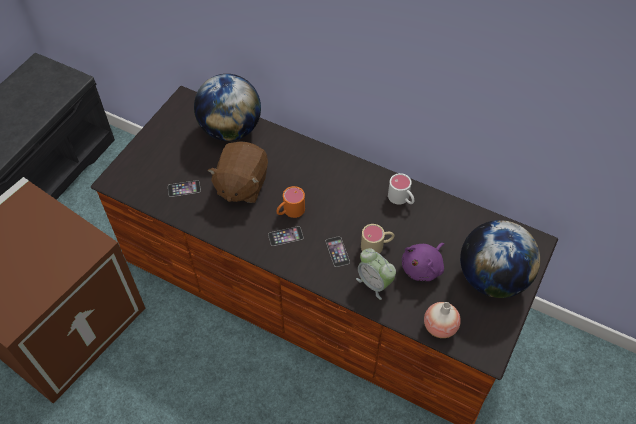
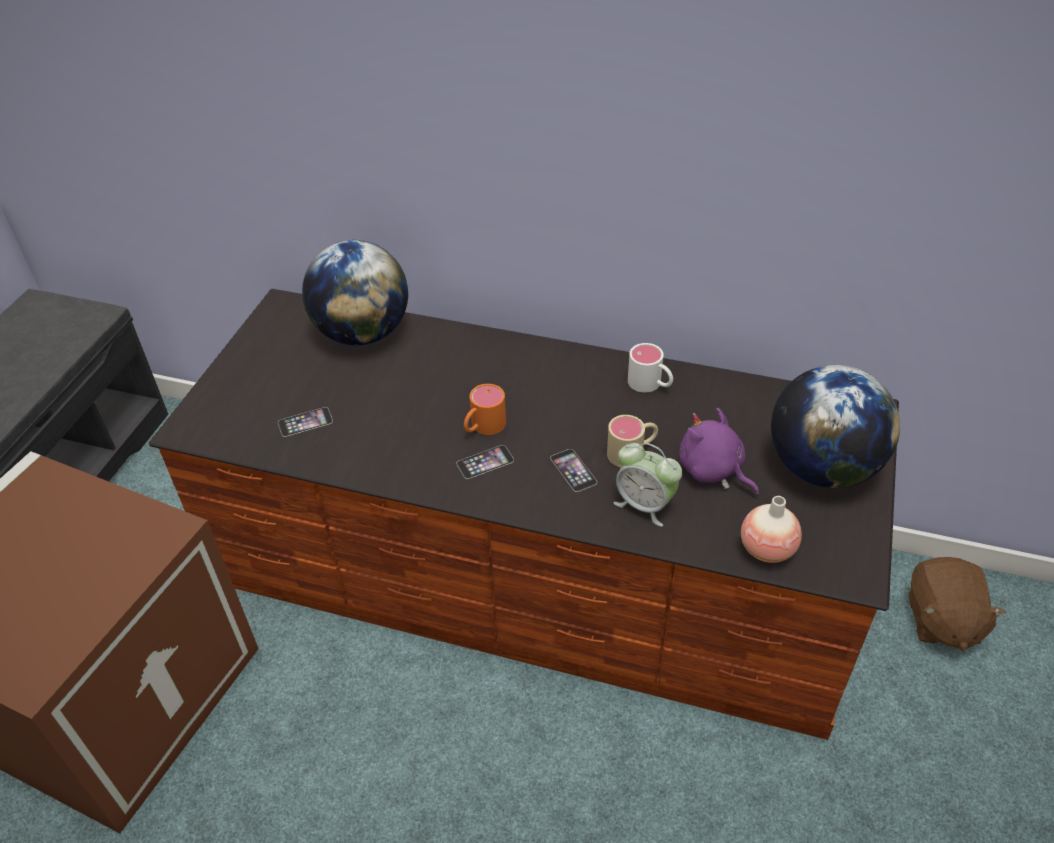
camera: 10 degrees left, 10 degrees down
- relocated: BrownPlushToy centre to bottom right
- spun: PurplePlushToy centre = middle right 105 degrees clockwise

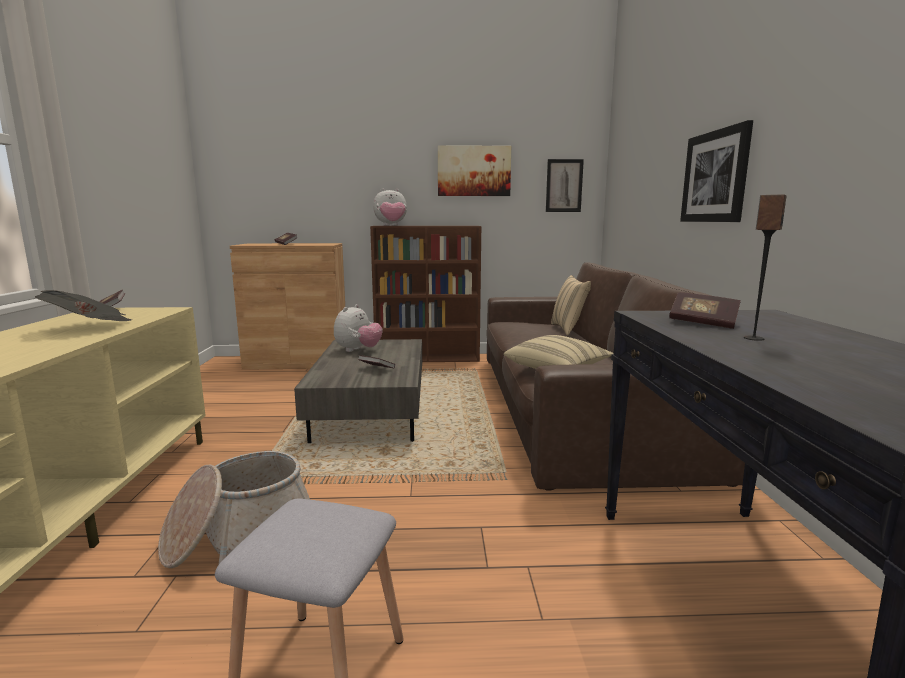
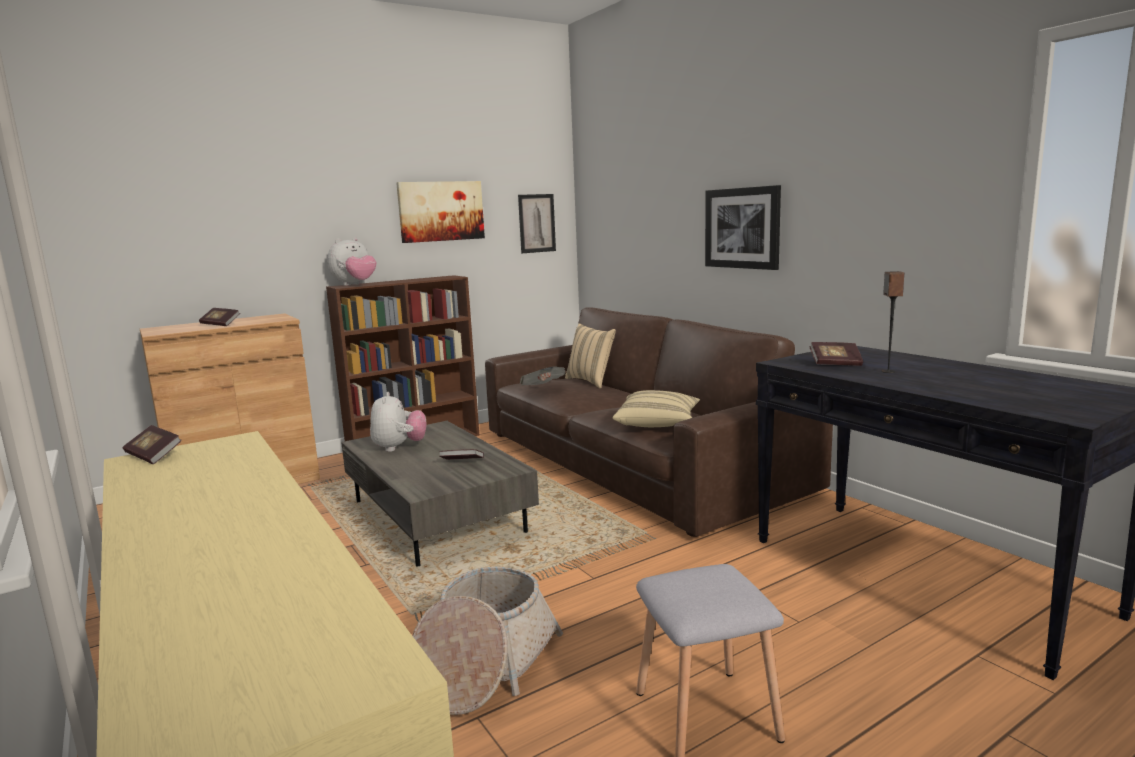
camera: 30 degrees left, 0 degrees up
- relocated: Newspaper middle left to centre

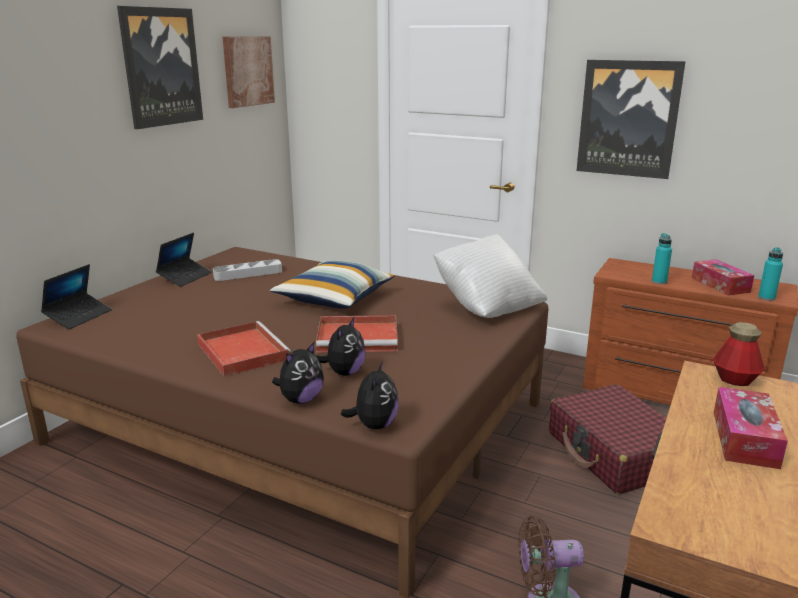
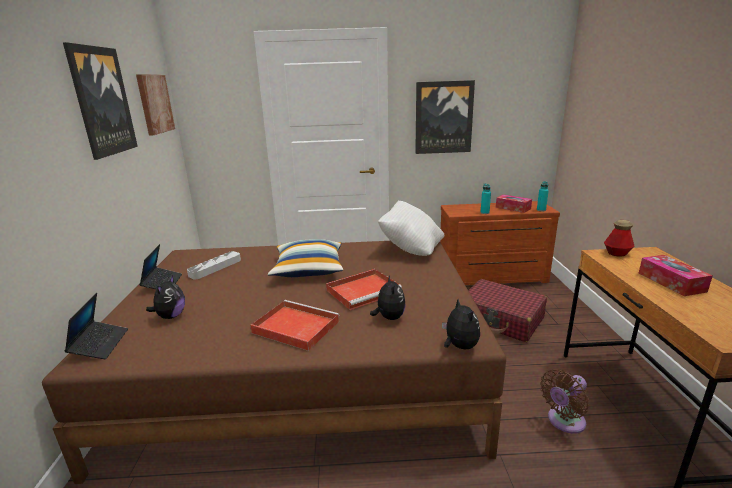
camera: 30 degrees left, 0 degrees up
- relocated: PlushToy (no. 1 from left) centre to middle left

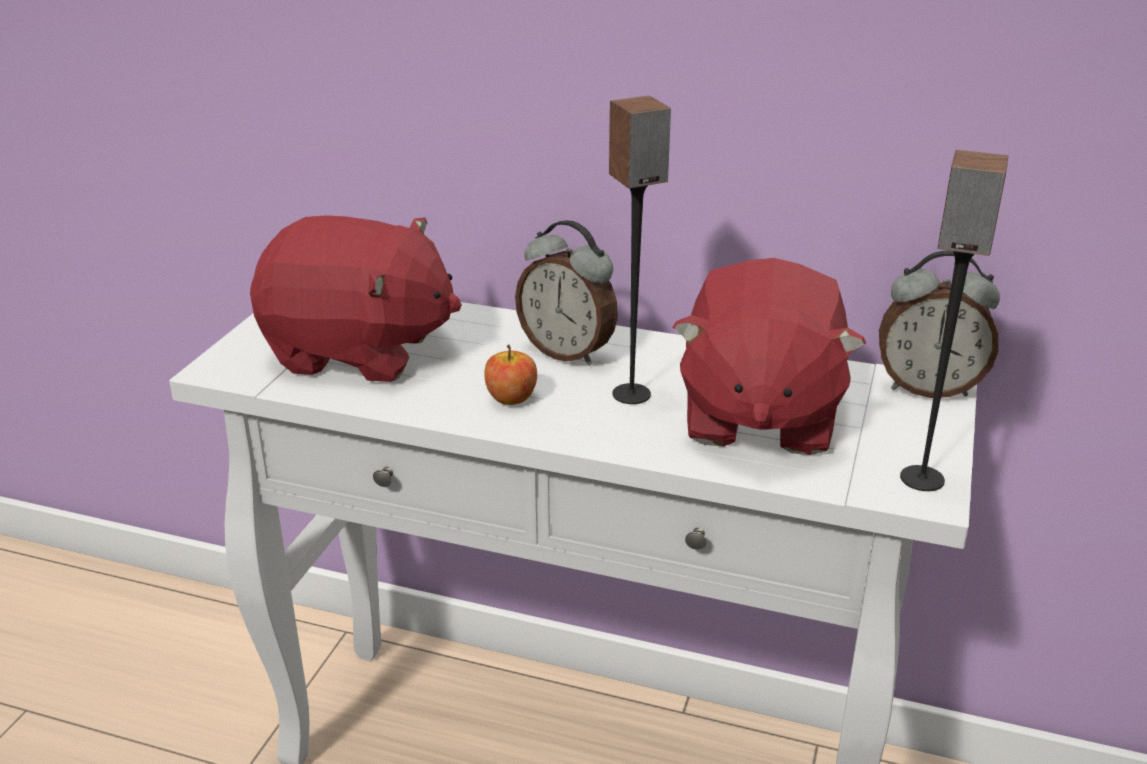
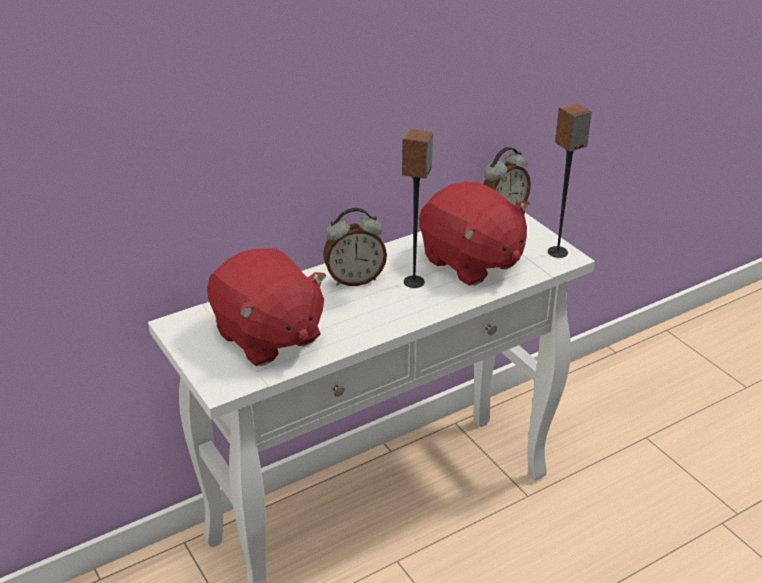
camera: 50 degrees left, 5 degrees up
- missing: Apple centre
- spun: RedPlushToy (no. 1 from left) middle left = centre 90 degrees clockwise

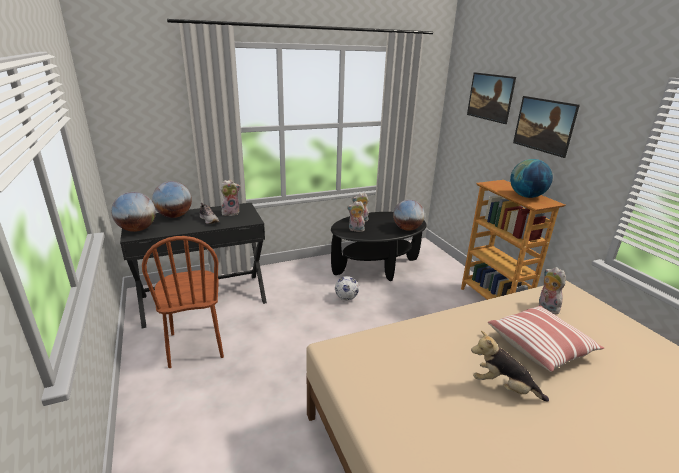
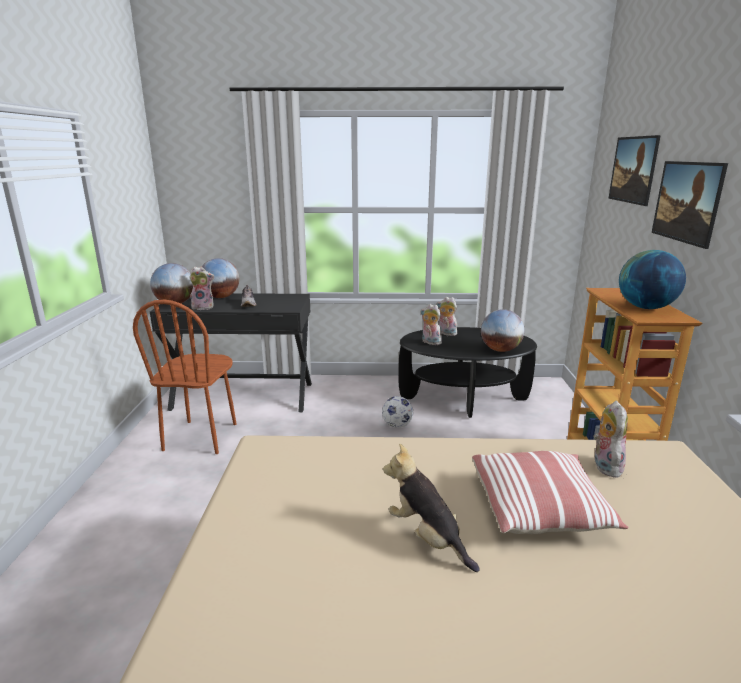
camera: 25 degrees right, 5 degrees down
- relocated: PlushToy (no. 1 from left) centre to middle left

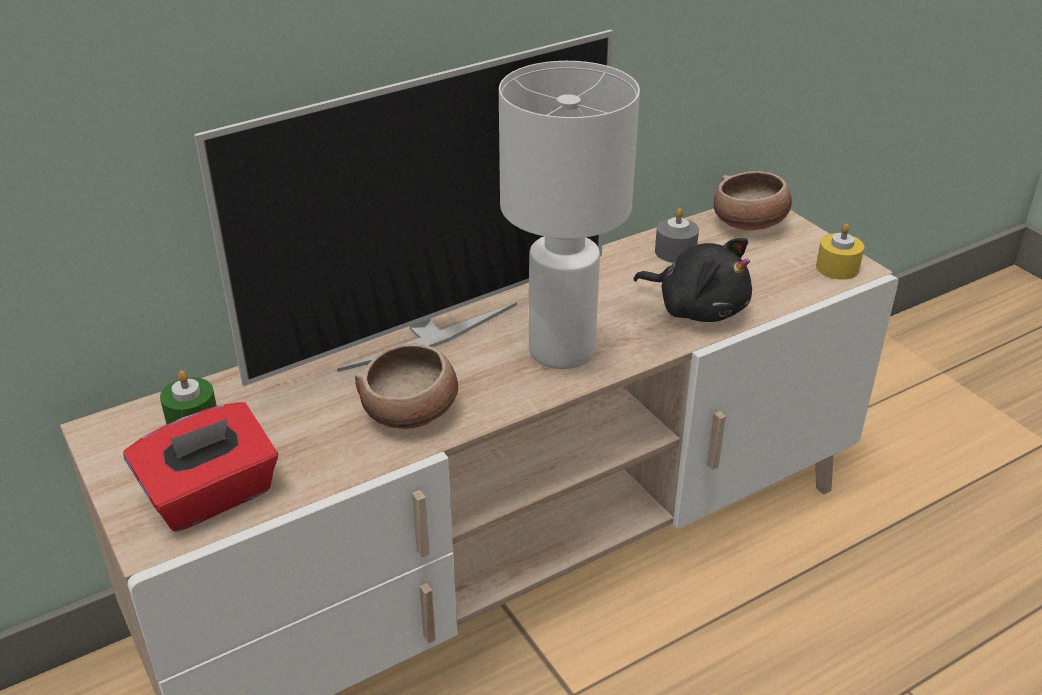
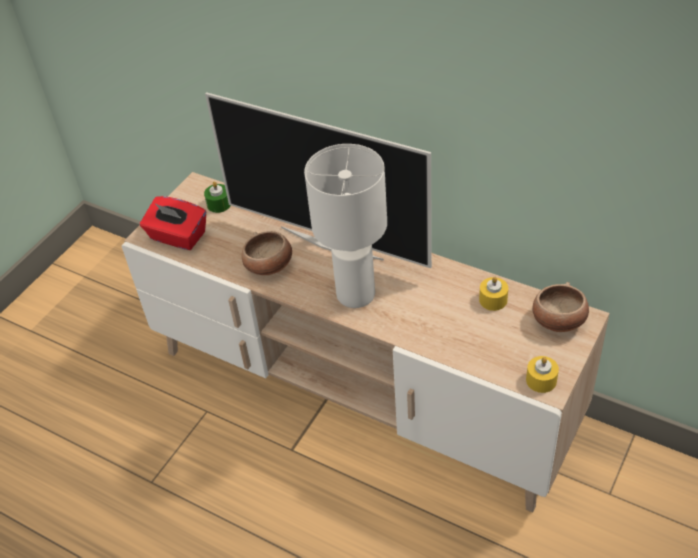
camera: 65 degrees right, 10 degrees up
- missing: BlackPlushToy centre
- colour: GreyCandle centre to YellowCandle (no. 1 from left) middle right

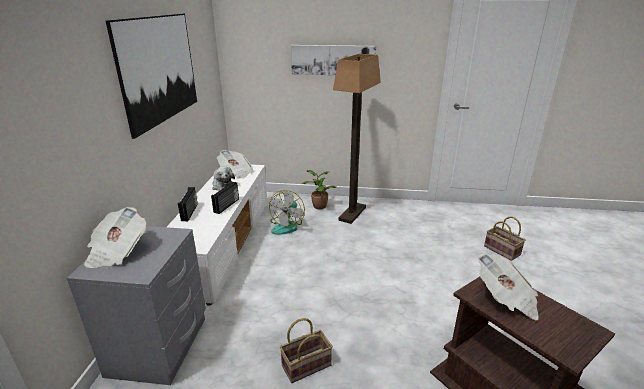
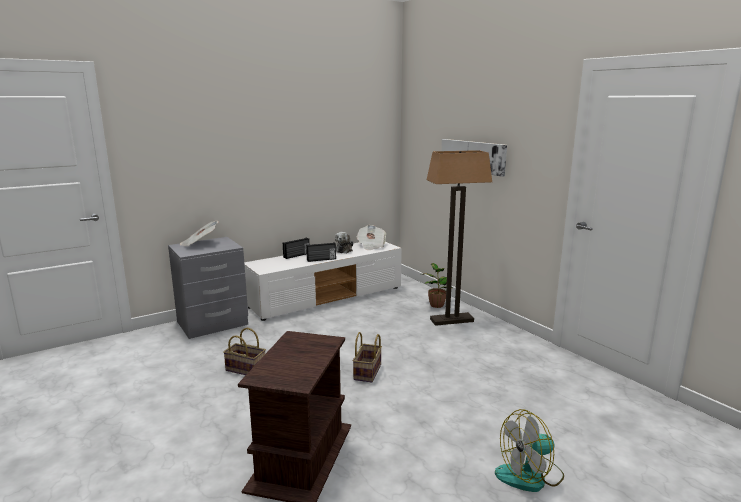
camera: 50 degrees right, 10 degrees down
- missing: Picture (no. 1 from left) top left
- missing: Newspaper (no. 3 from left) bottom right
- relocated: Fan centre to bottom right
- relocated: Basket (no. 2 from left) middle right to bottom centre

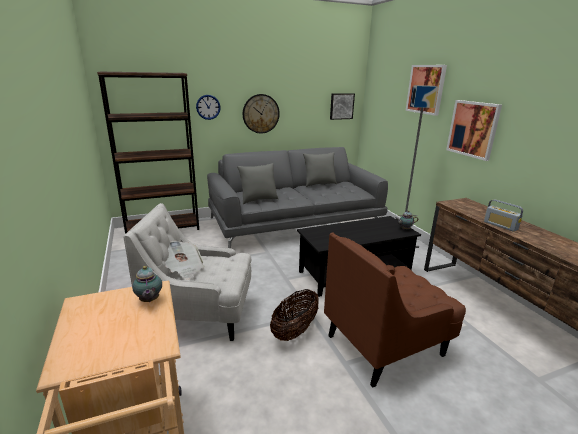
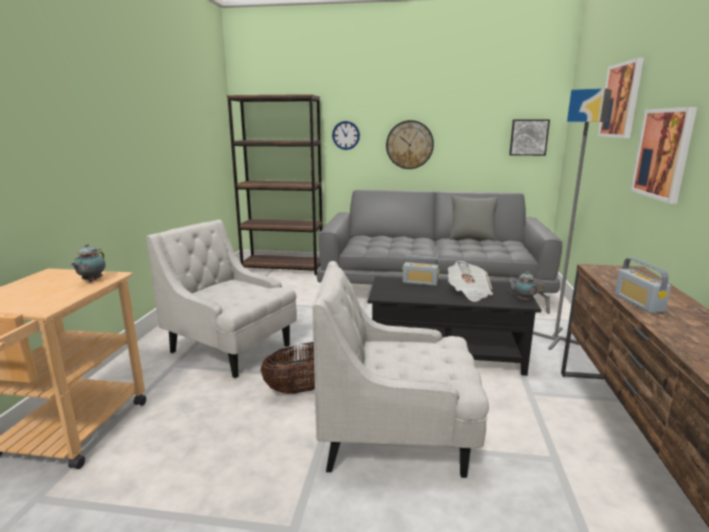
camera: 30 degrees right, 5 degrees down
- missing: GreyPillow (no. 1 from left) centre
- appeared: Radio (no. 1 from left) centre
- relocated: Newspaper middle left to centre
- colour: BrownArmchair bottom right to WhiteArmchair (no. 2 from left) bottom centre

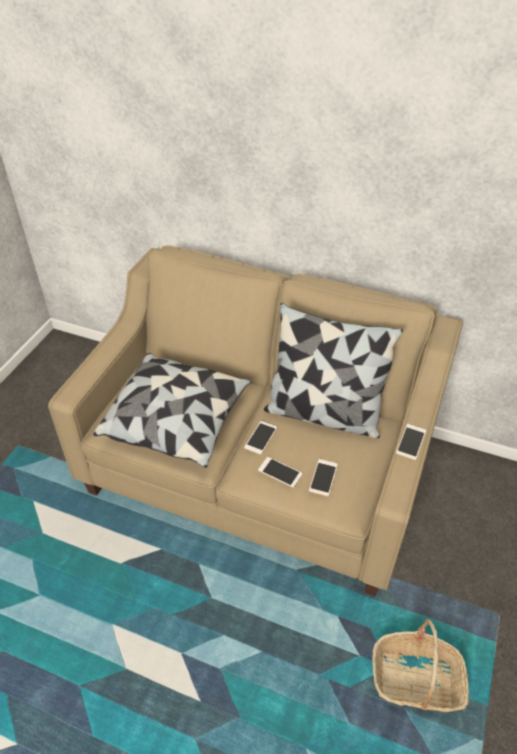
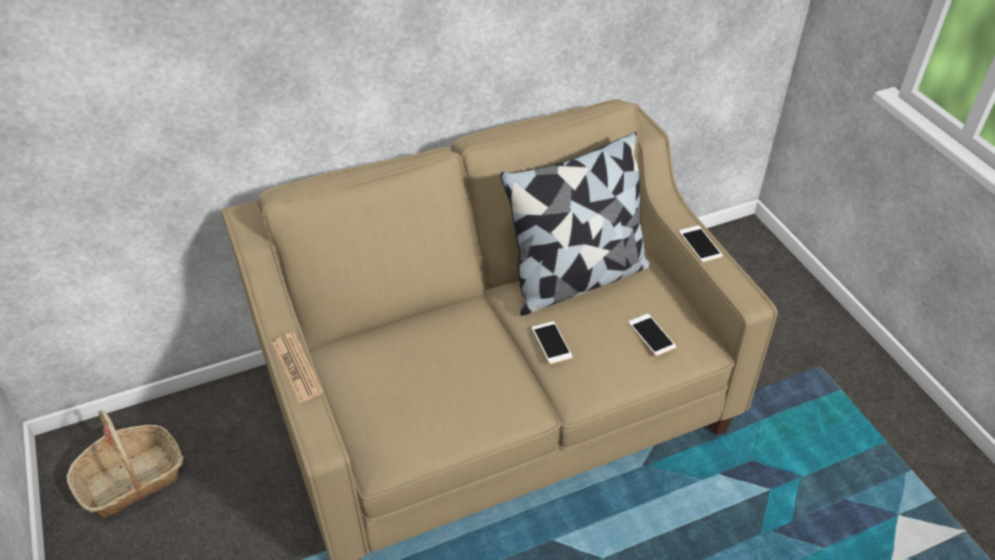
camera: 45 degrees left, 0 degrees up
- missing: Pillow (no. 1 from left) middle left
- missing: Phone (no. 2 from left) centre
- appeared: Newspaper middle left
- relocated: Basket bottom right to bottom left

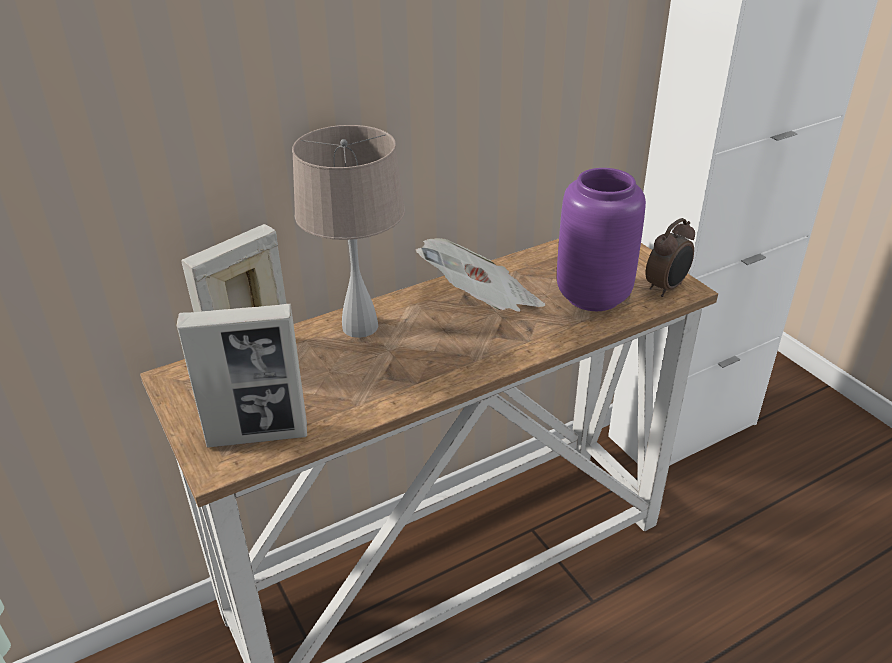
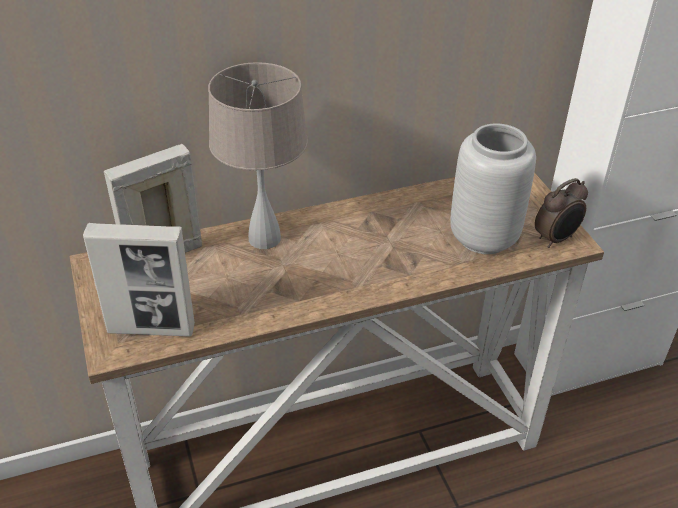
camera: 10 degrees right, 5 degrees up
- missing: Newspaper centre
- colour: PurpleVase middle right to GreyVase middle right

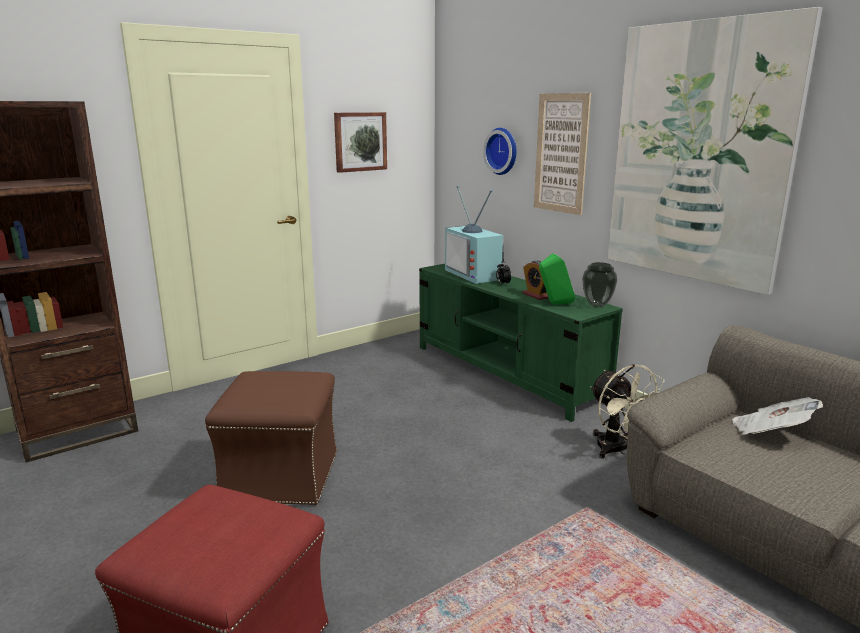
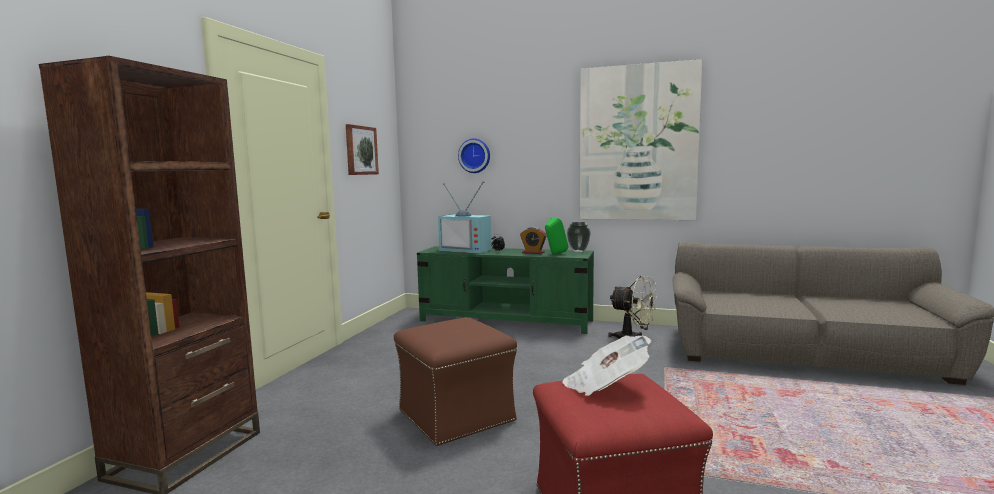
camera: 35 degrees left, 10 degrees down
- missing: Picture (no. 2 from left) top centre
- relocated: Newspaper middle right to bottom centre

